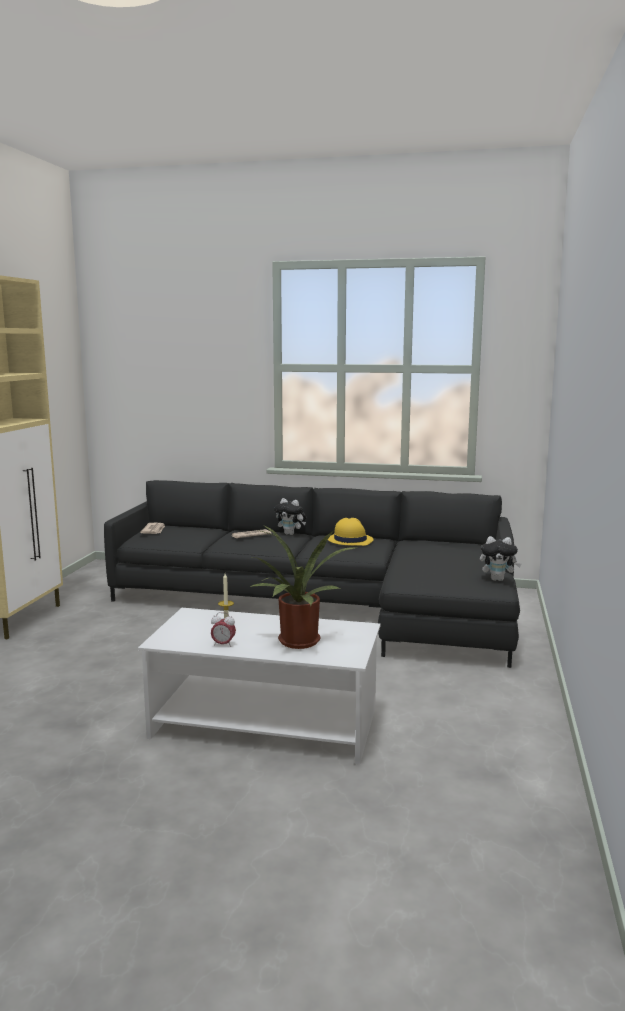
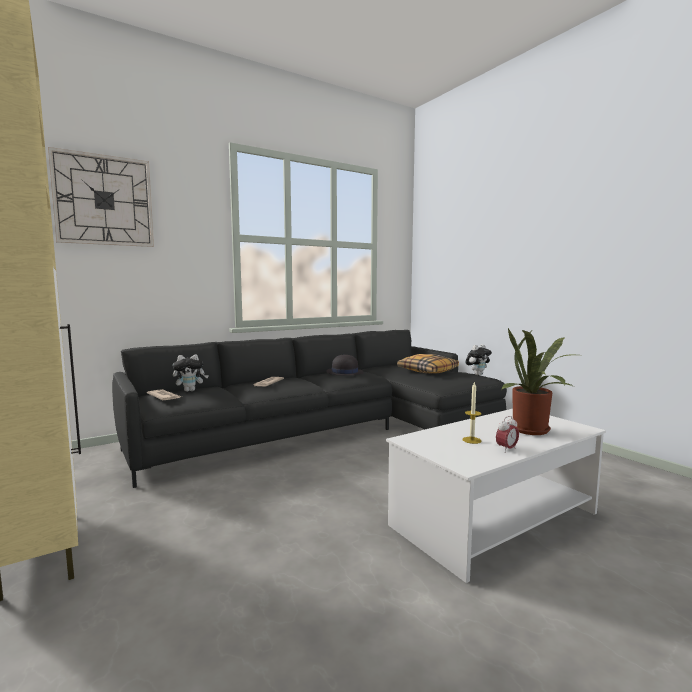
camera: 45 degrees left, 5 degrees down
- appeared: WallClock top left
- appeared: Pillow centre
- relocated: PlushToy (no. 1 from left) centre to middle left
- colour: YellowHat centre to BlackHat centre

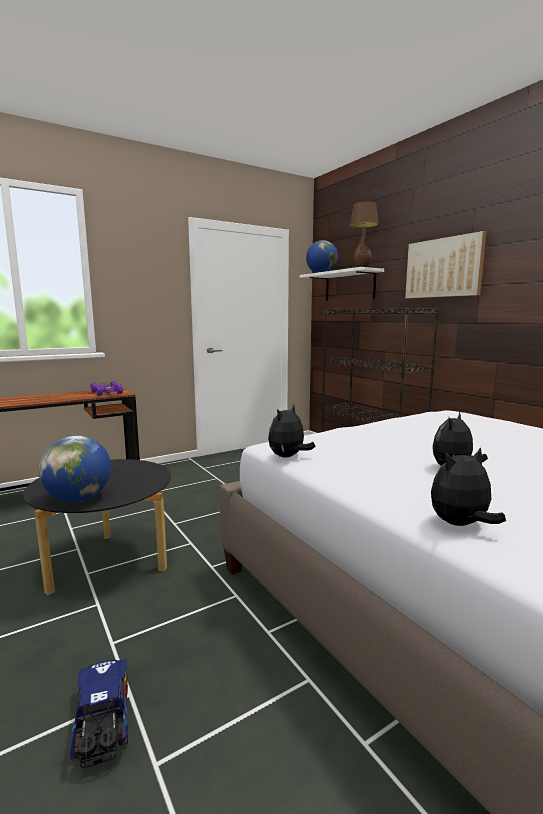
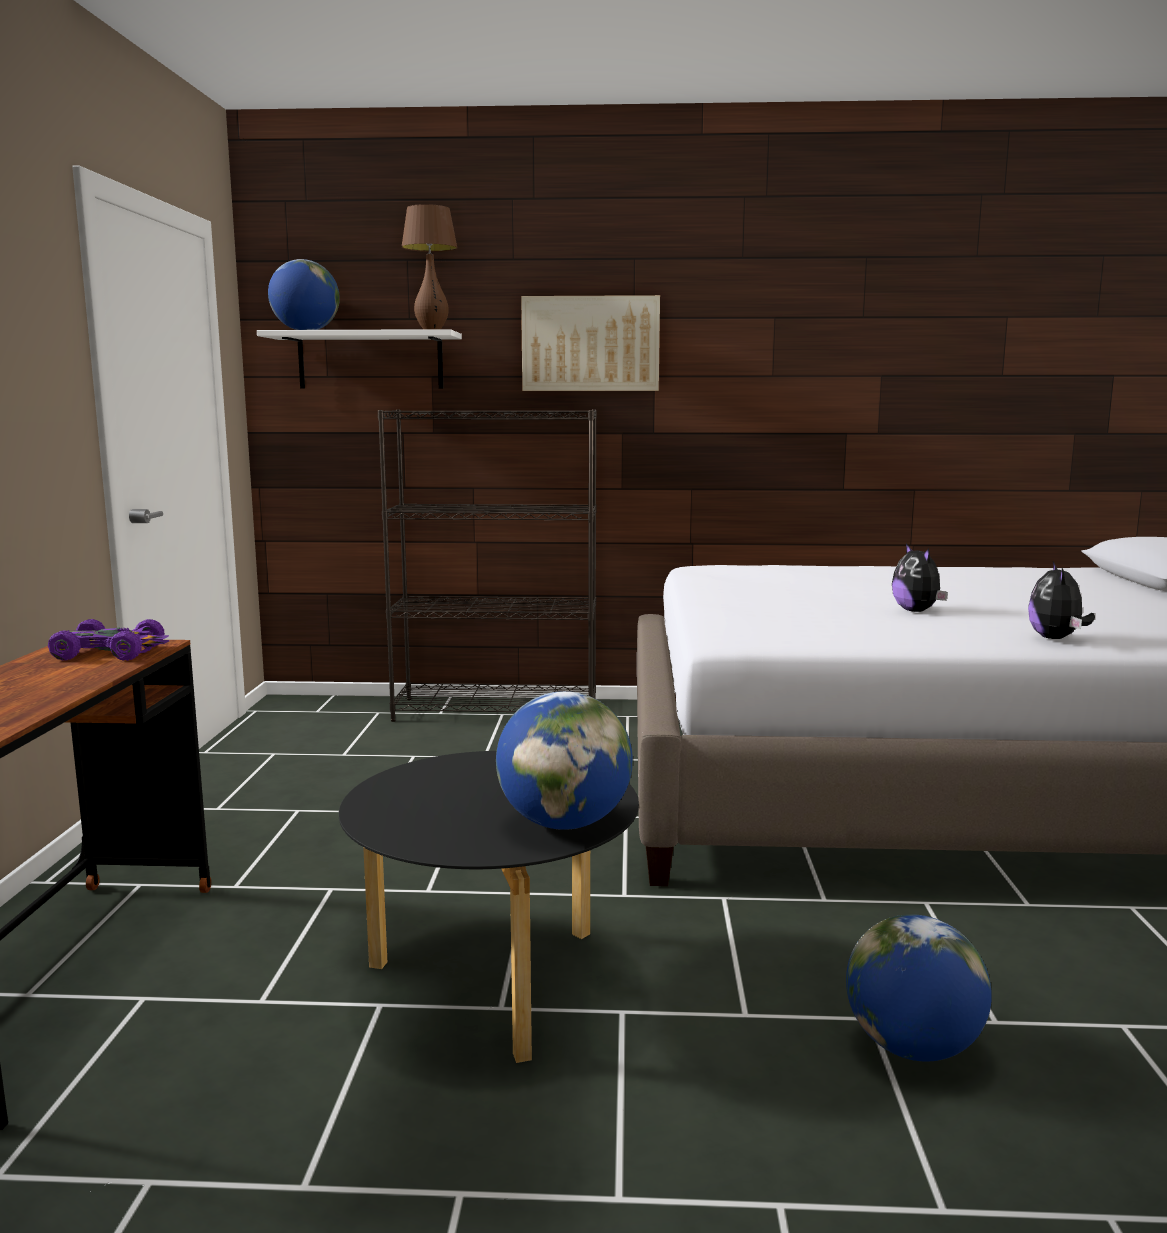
camera: 55 degrees left, 0 degrees up
- missing: PlushToy (no. 1 from left) centre
- exchanged: ToyTruck bottom left to Globe (no. 3 from left) bottom right

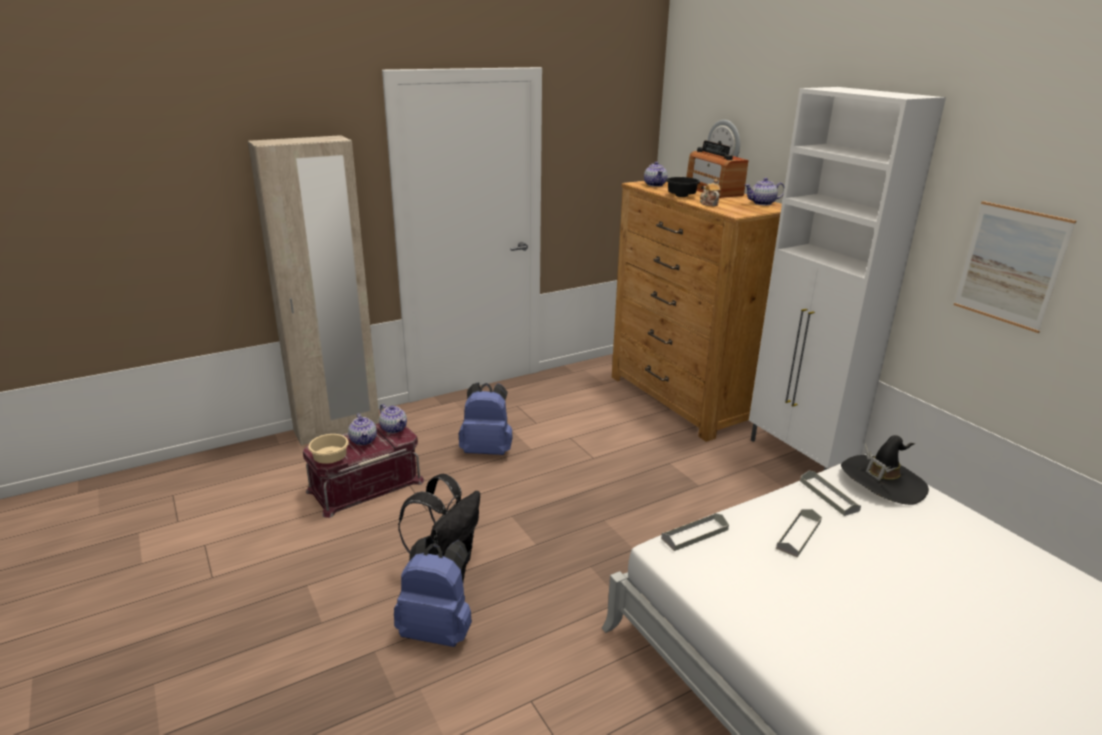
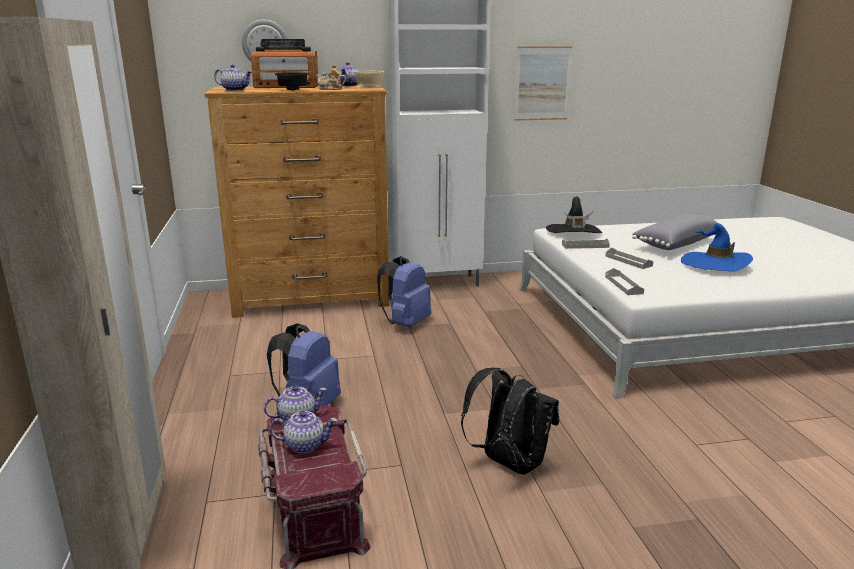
camera: 70 degrees left, 5 degrees down
- appeared: GreyPillow middle right
- appeared: BlueHat middle right
- relocated: BeigeBowl middle left to top centre
- relocated: BlueBackpack (no. 1 from left in the first image) bottom centre to BlueBackpack (no. 2 from left) centre

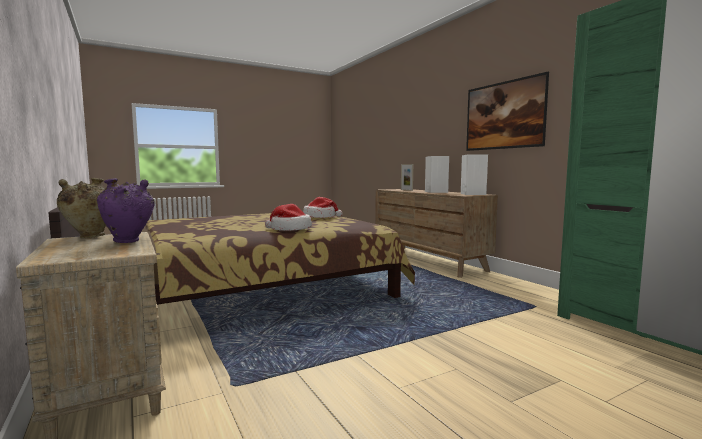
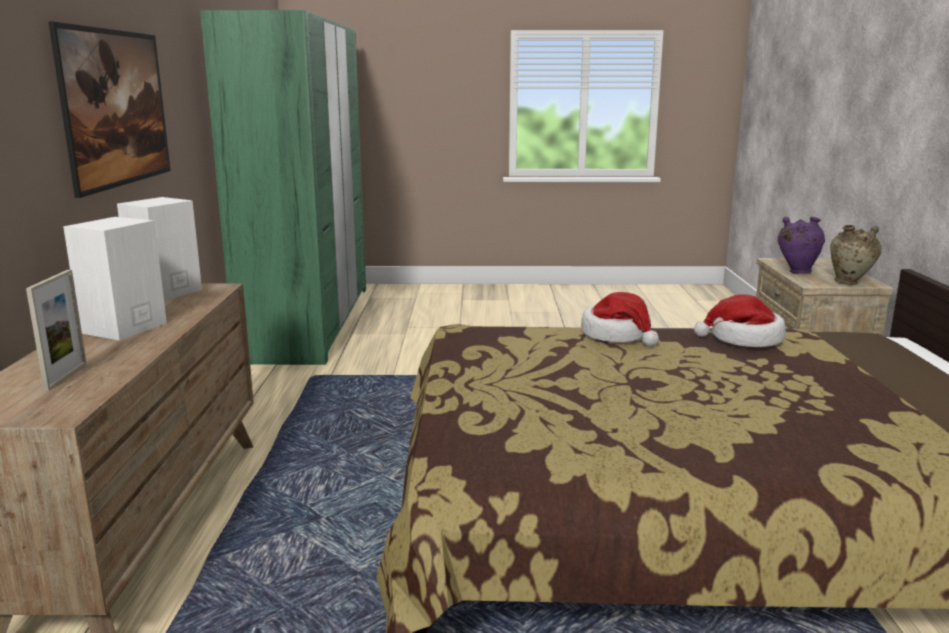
camera: 150 degrees left, 10 degrees up
- relocated: Hat (no. 2 from left) centre to middle right

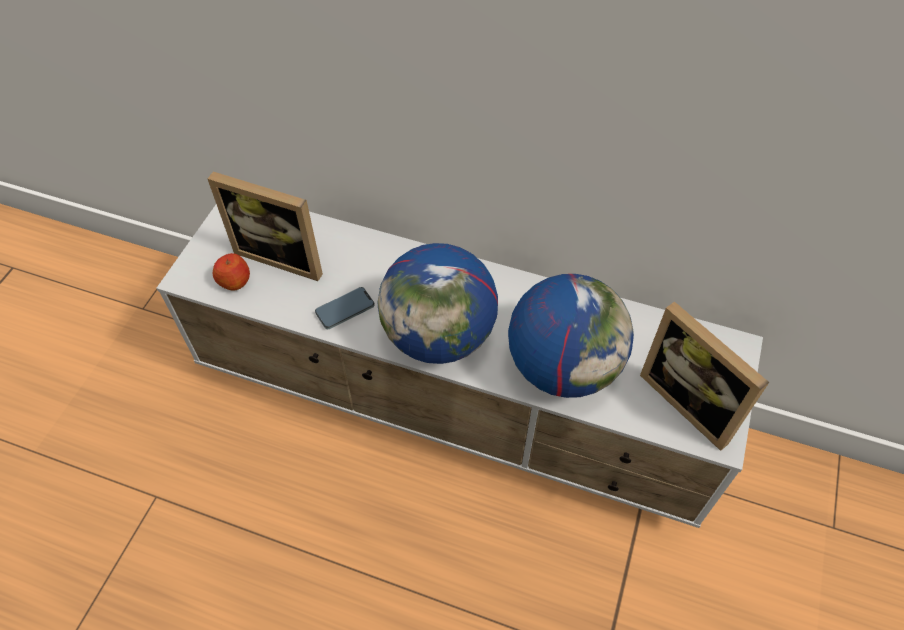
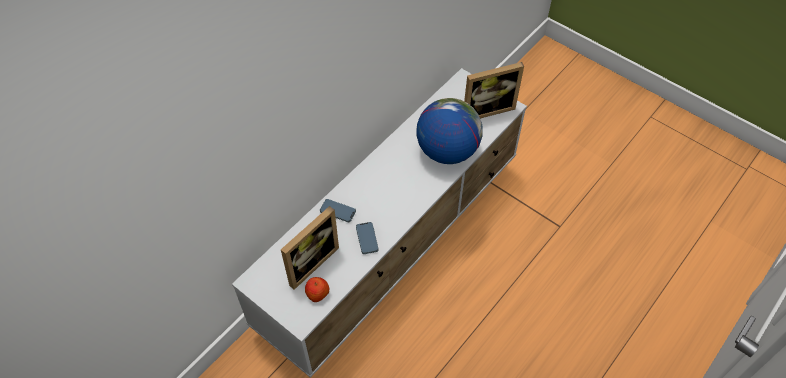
camera: 70 degrees left, 0 degrees up
- missing: Globe (no. 1 from left) centre
- appeared: Phone (no. 1 from left) centre

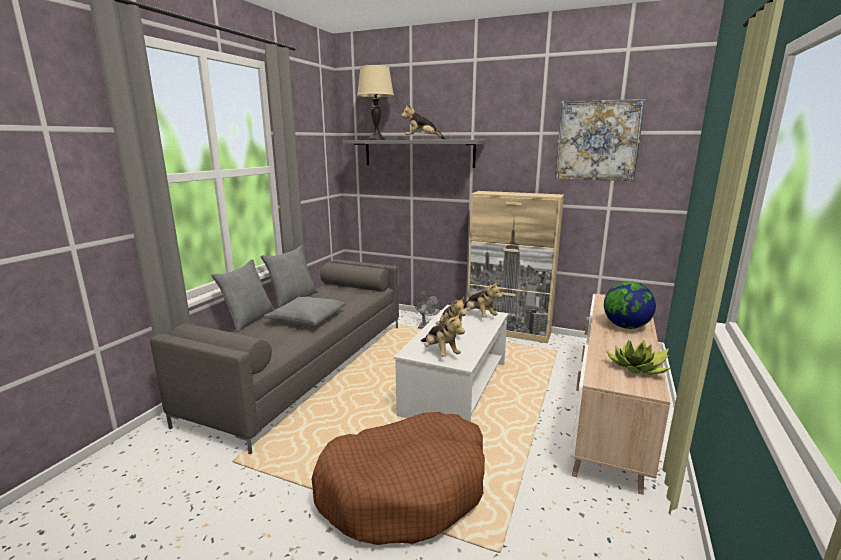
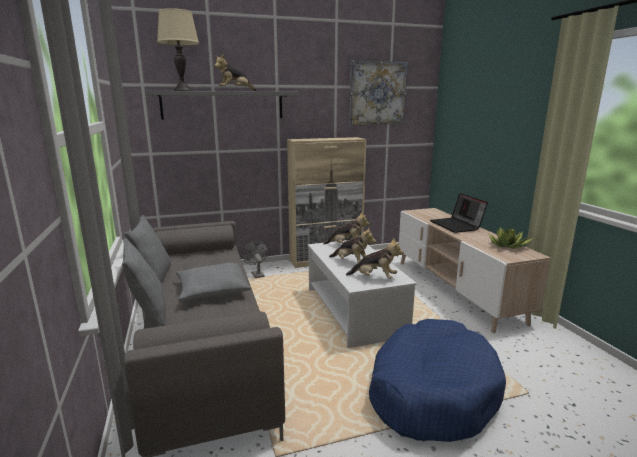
camera: 40 degrees left, 0 degrees up
- exchanged: Globe middle right to Laptop middle right
- colour: BrownDogBed bottom centre to BlueDogBed bottom right

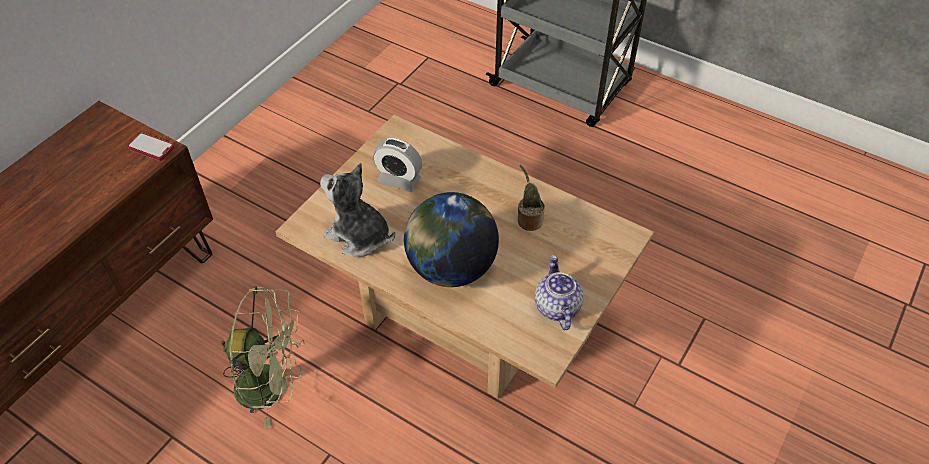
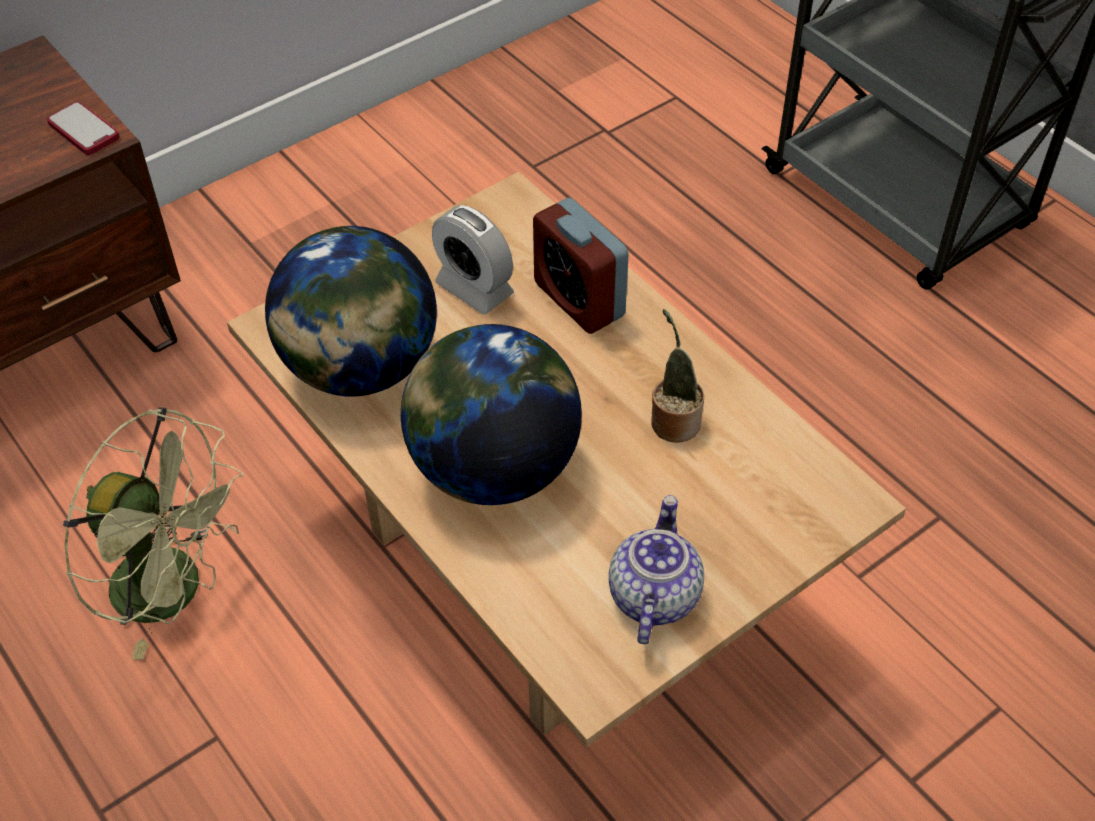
camera: 20 degrees right, 0 degrees up
- appeared: AlarmClock (no. 2 from left) top centre
- exchanged: PlushToy centre to Globe (no. 1 from left) middle left

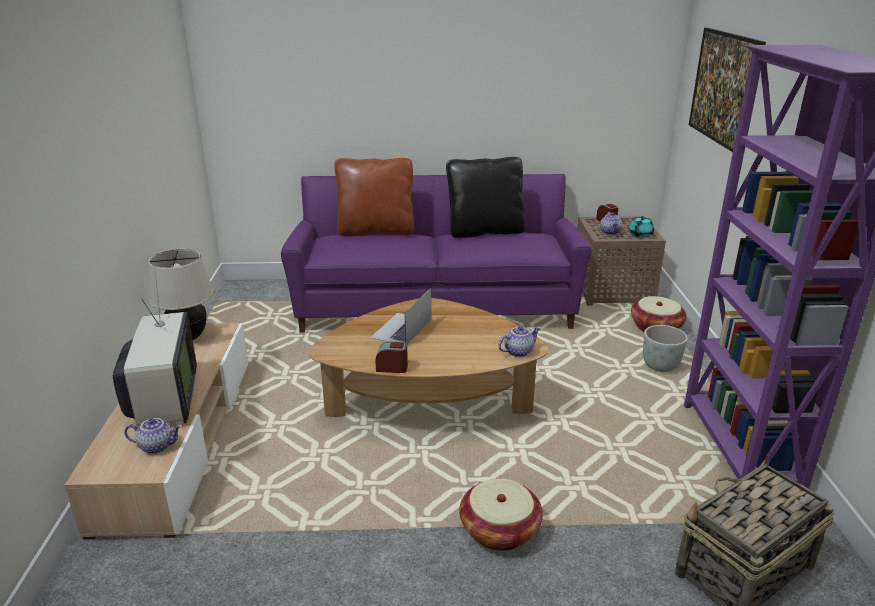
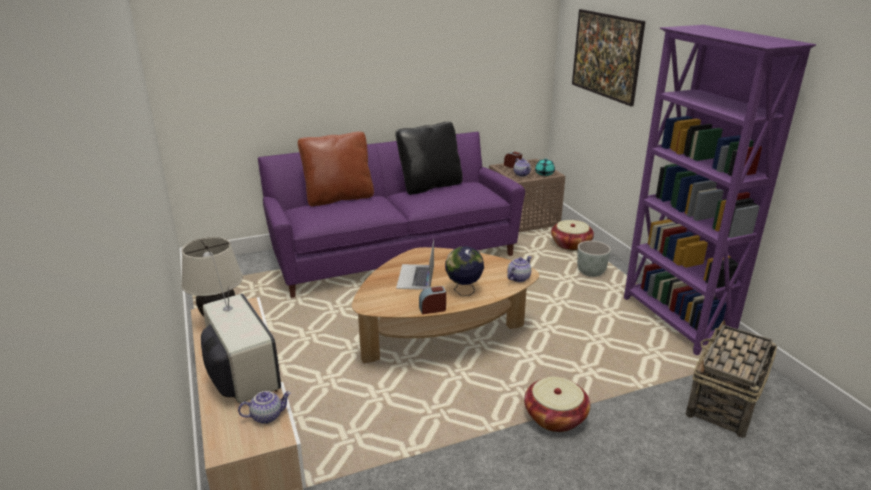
camera: 20 degrees left, 0 degrees up
- appeared: Globe centre

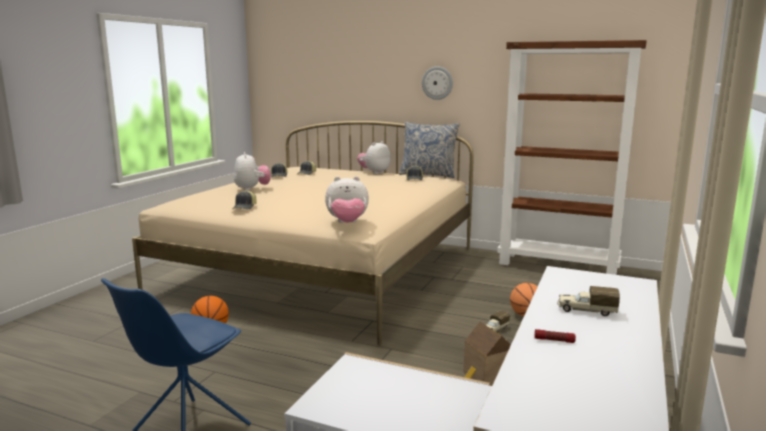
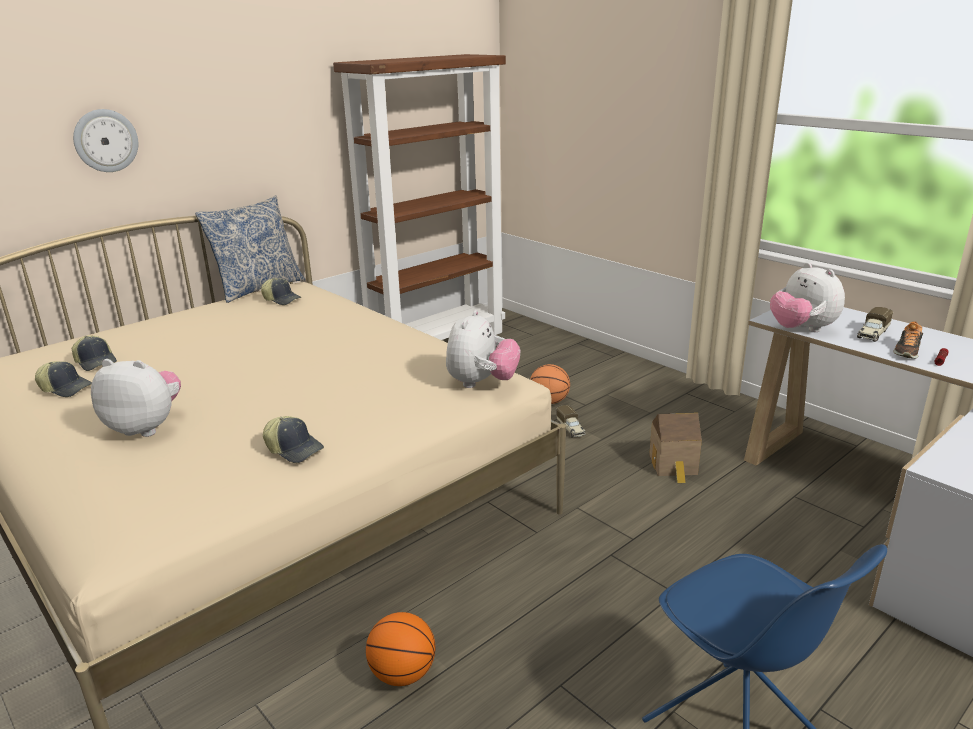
camera: 65 degrees left, 10 degrees up
- appeared: Shoe middle right
- relocated: PlushToy (no. 3 from left) centre to middle right
- relocated: WallClock top centre to top left

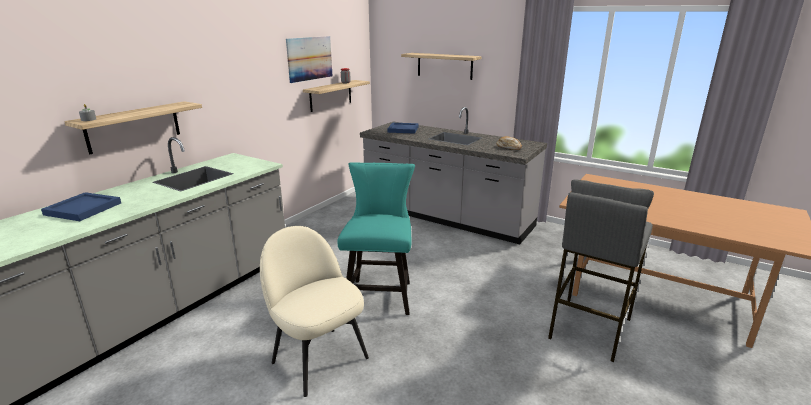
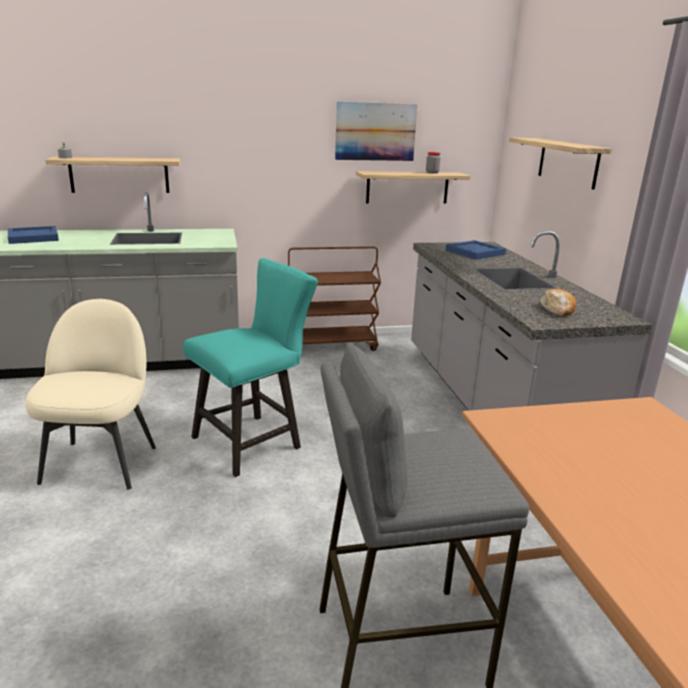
camera: 45 degrees right, 0 degrees up
- appeared: BrownCart centre

